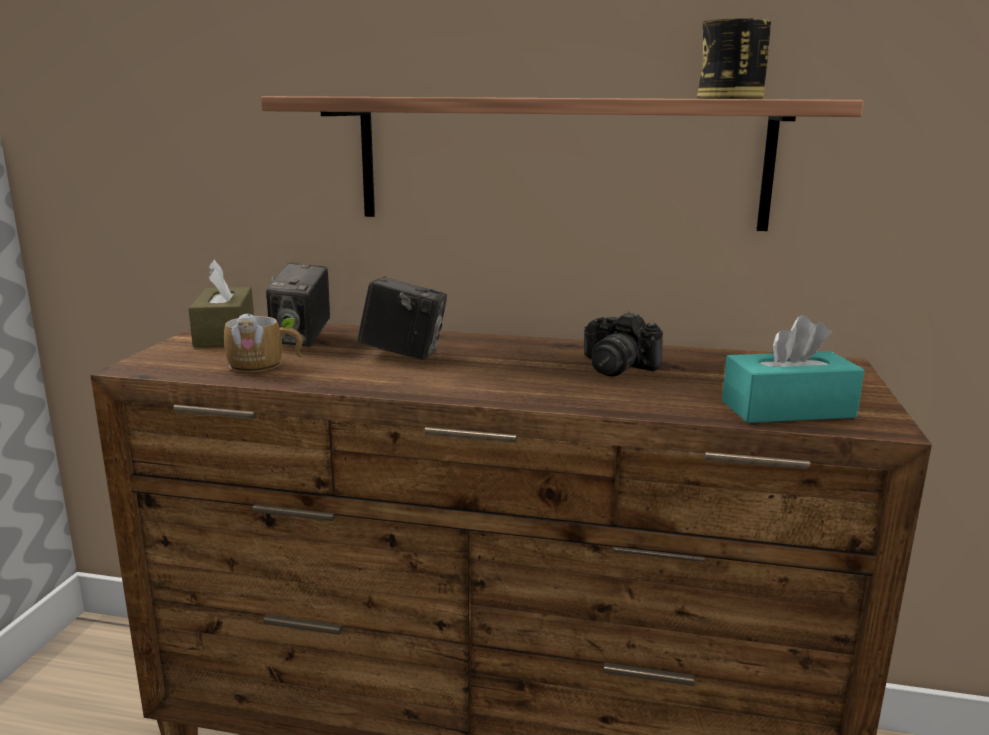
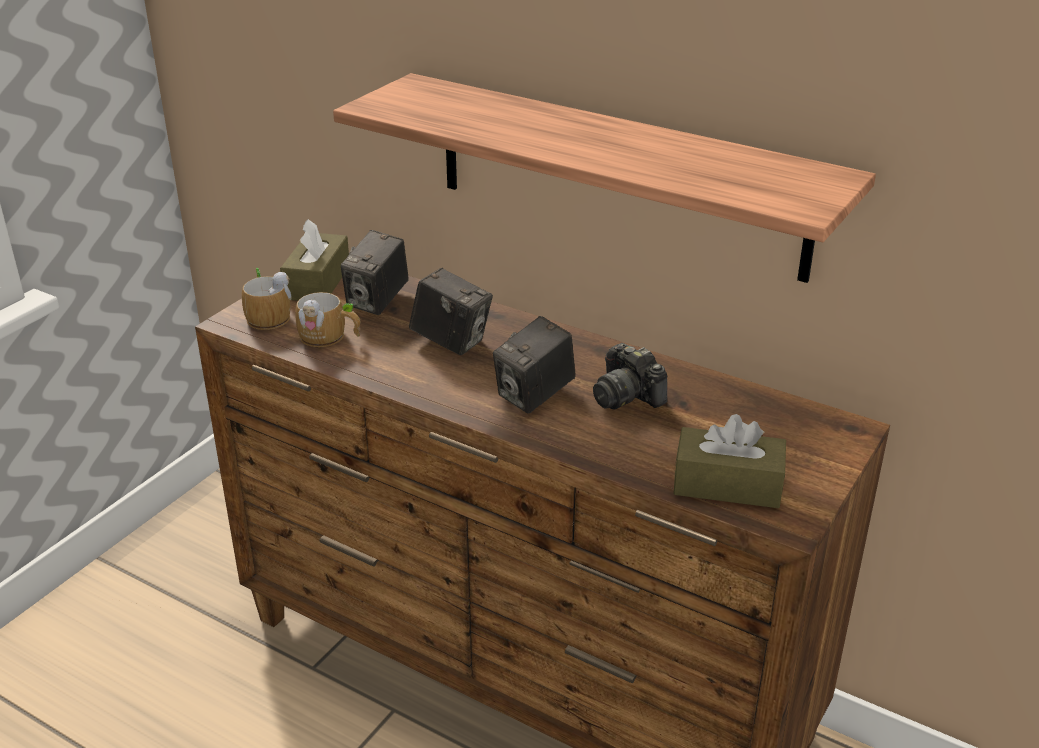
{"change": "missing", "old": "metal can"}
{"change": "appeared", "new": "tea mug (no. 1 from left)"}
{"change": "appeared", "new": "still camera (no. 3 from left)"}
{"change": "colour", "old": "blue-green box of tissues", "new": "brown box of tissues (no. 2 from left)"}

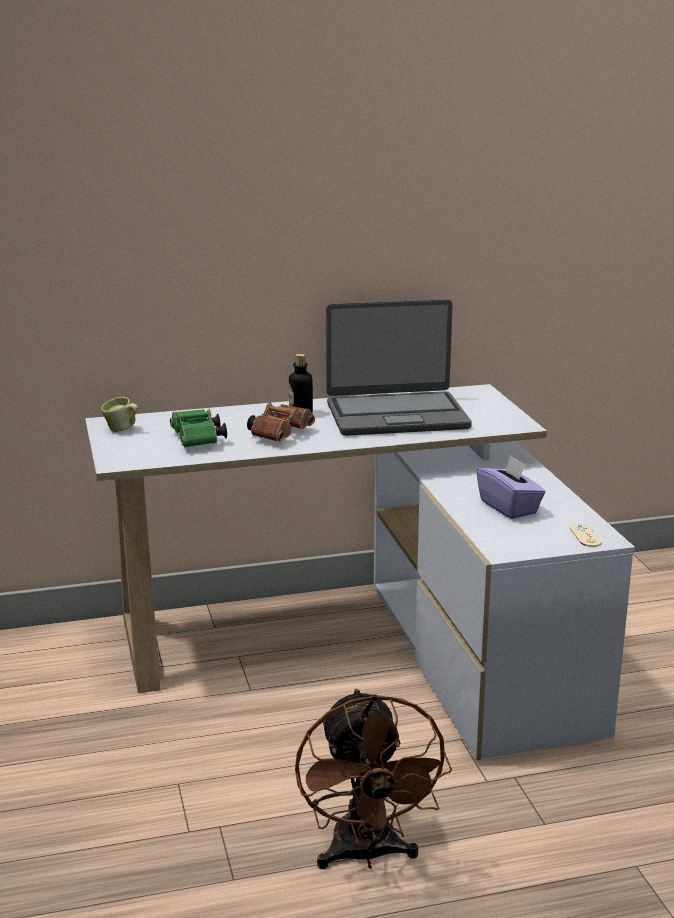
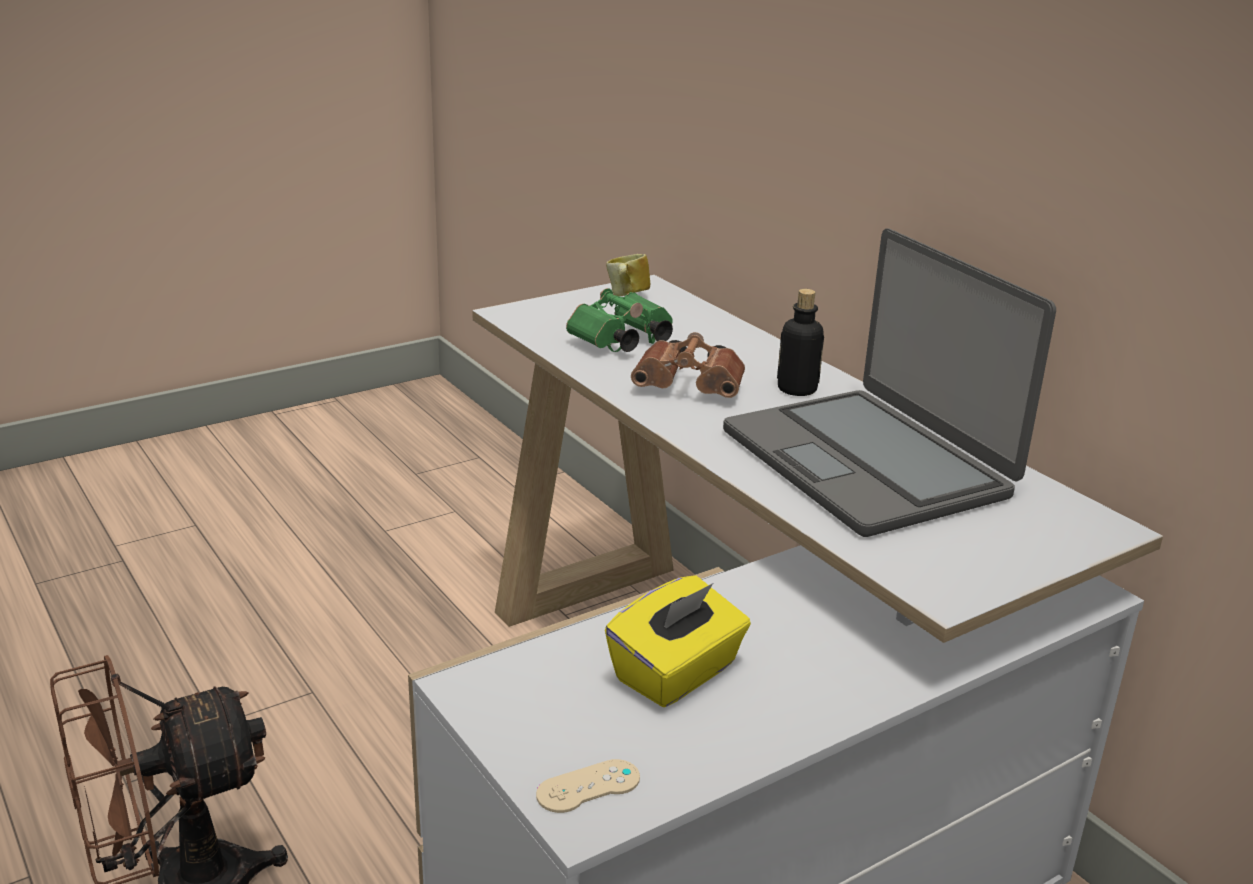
{"change": "colour", "old": "purple box of tissues", "new": "yellow-coloured box of tissues"}

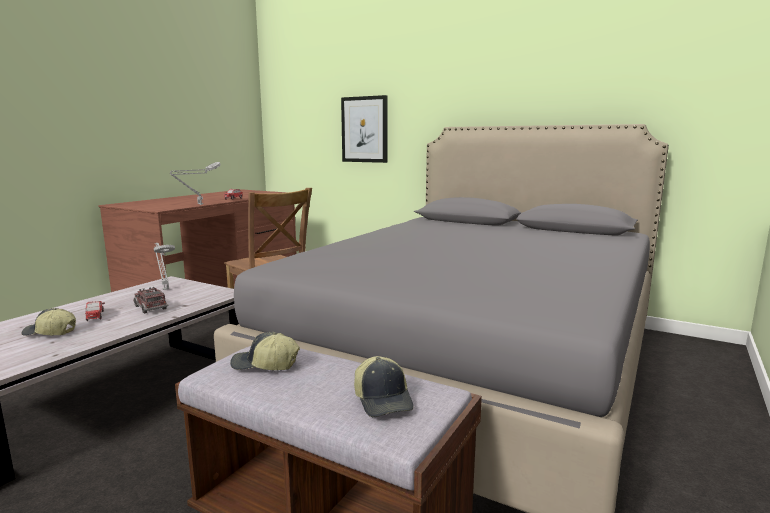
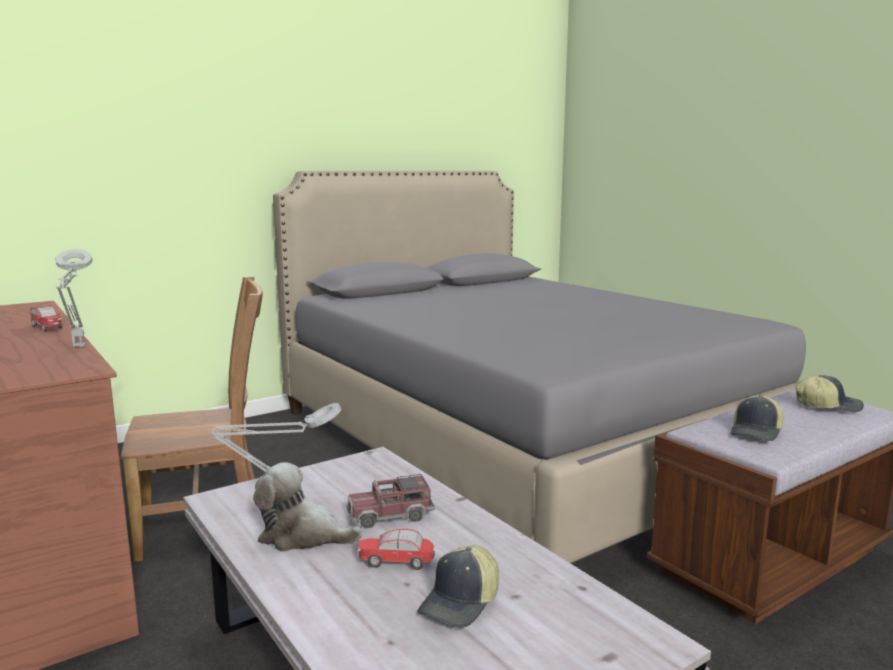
{"change": "missing", "old": "picture"}
{"change": "appeared", "new": "soft toy"}

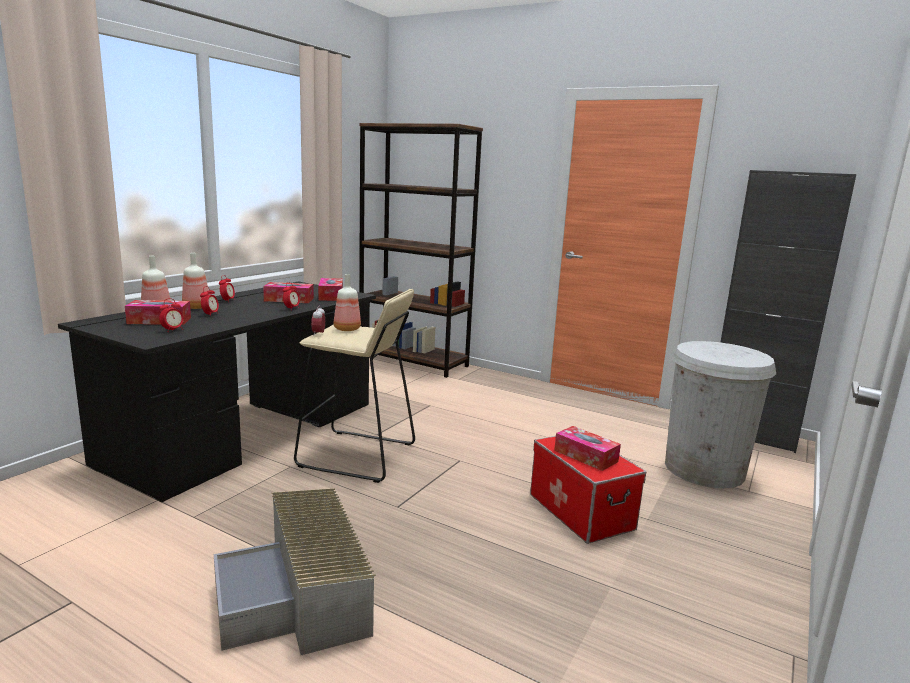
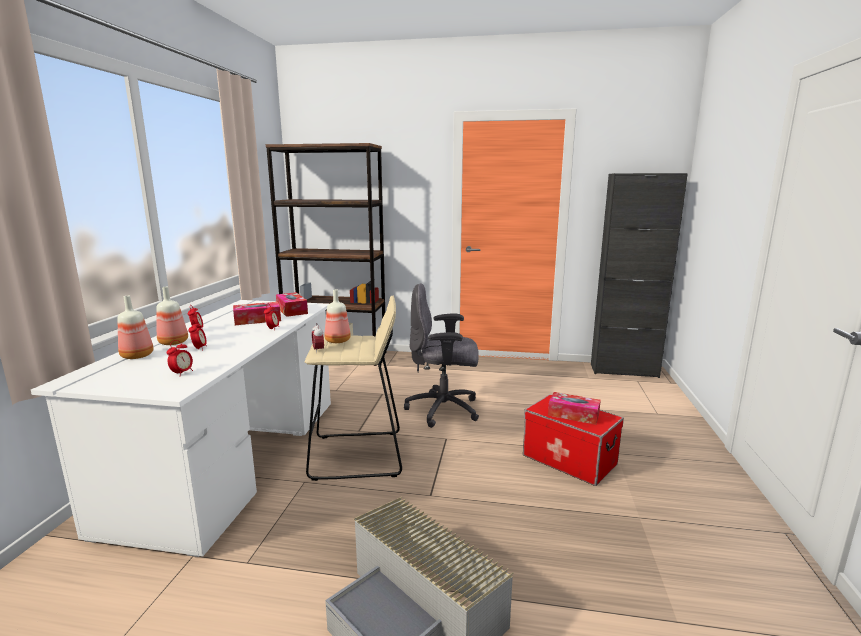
{"change": "missing", "old": "box of tissues (no. 1 from left)"}
{"change": "missing", "old": "white rubbish bin"}
{"change": "appeared", "new": "gray computer chair"}
{"change": "colour", "old": "black desk unit", "new": "white desk unit"}

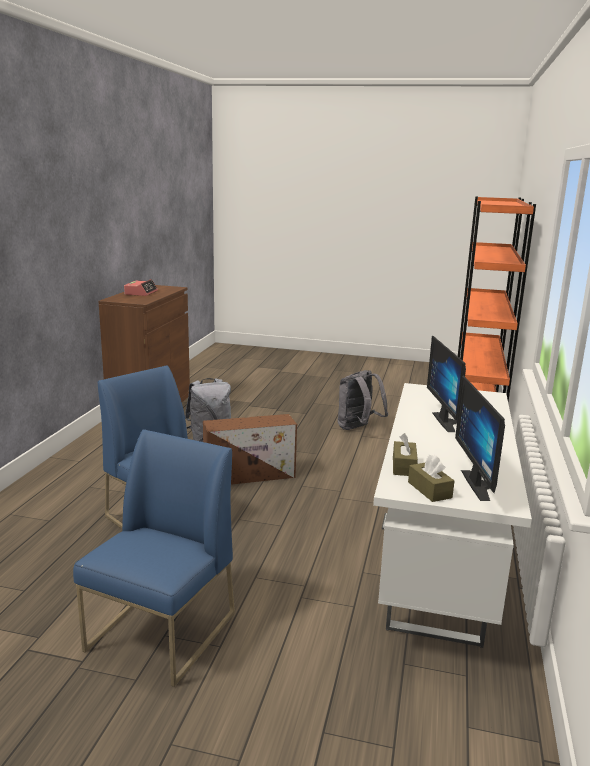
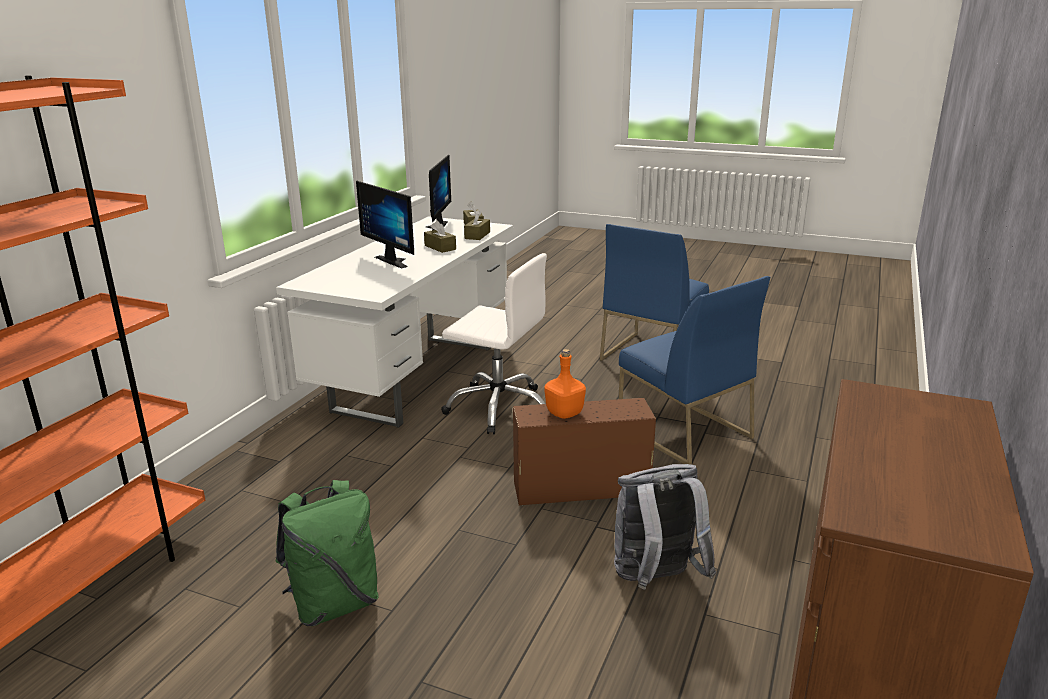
{"change": "missing", "old": "table clock"}
{"change": "appeared", "new": "brown box of tissues (no. 1 from left)"}
{"change": "appeared", "new": "white computer chair"}
{"change": "appeared", "new": "orange drink bottle"}
{"change": "colour", "old": "gray rucksack (no. 2 from left)", "new": "green-coloured rucksack"}
{"change": "spun", "old": "computer screen (no. 1 from left)", "degrees": 135}

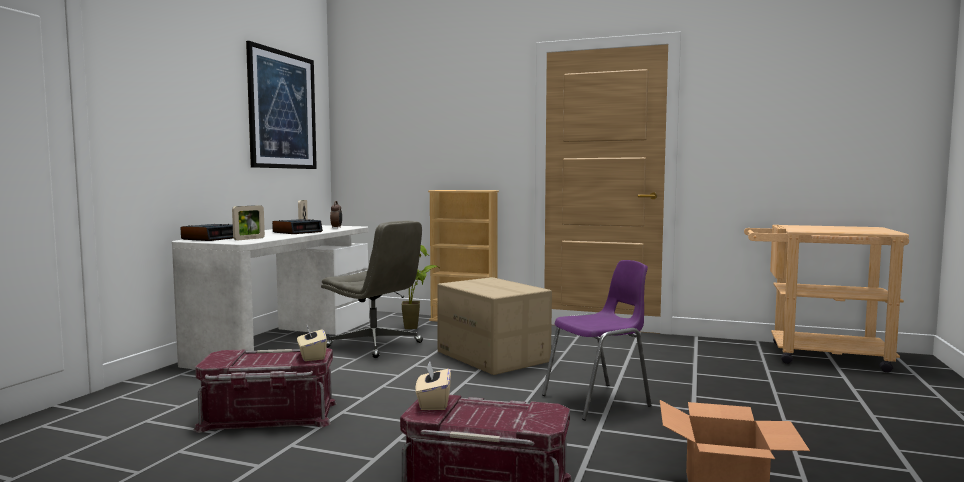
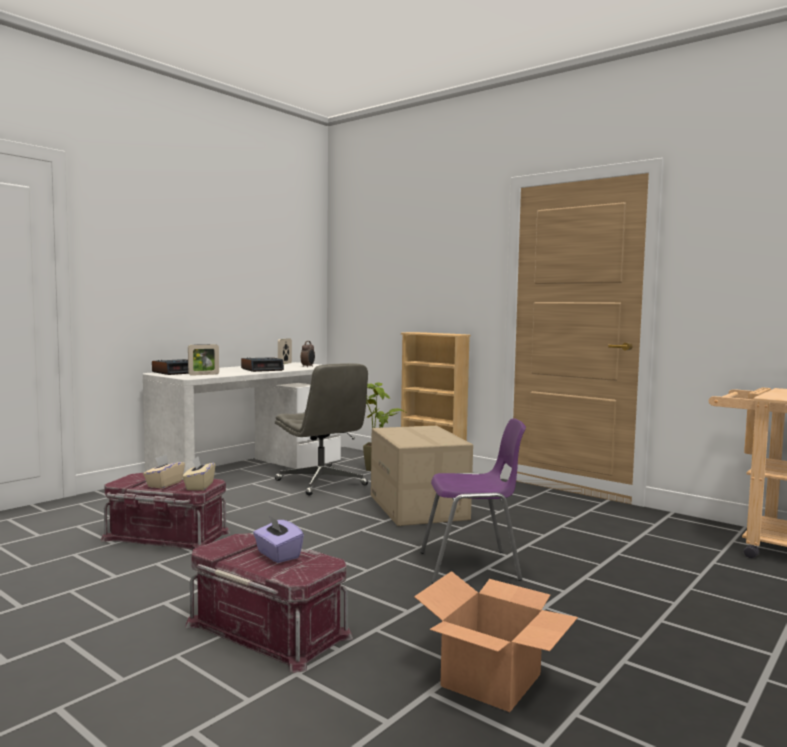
{"change": "missing", "old": "picture"}
{"change": "appeared", "new": "purple box of tissues"}
{"change": "relocated", "old": "beige box of tissues (no. 2 from left in the first image)", "new": "beige box of tissues (no. 1 from left)"}

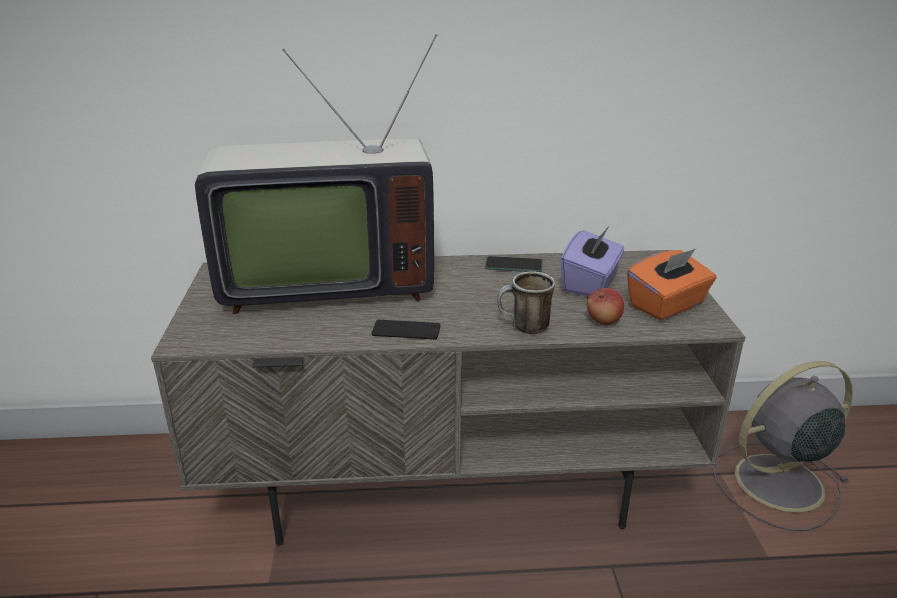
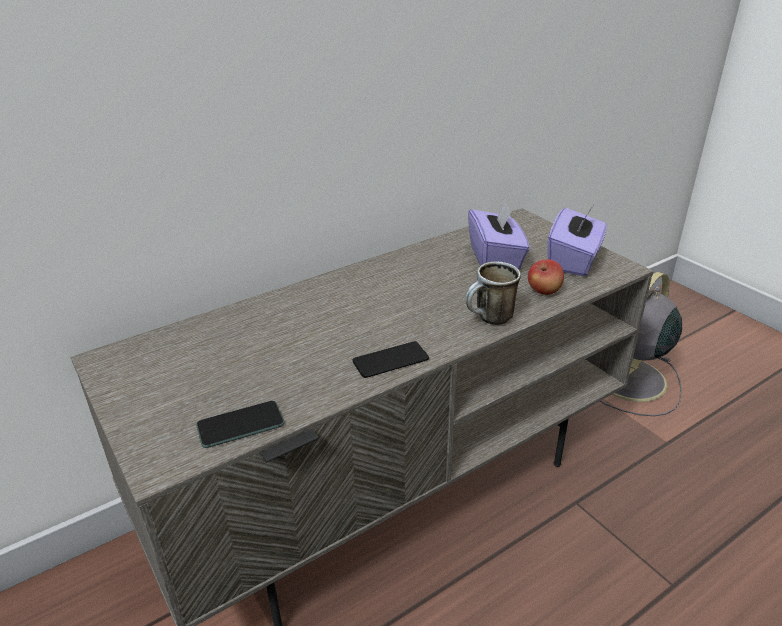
{"change": "missing", "old": "TV"}
{"change": "relocated", "old": "telephone (no. 2 from left in the first image)", "new": "telephone (no. 1 from left)"}
{"change": "colour", "old": "orange box of tissues", "new": "purple box of tissues (no. 2 from left)"}

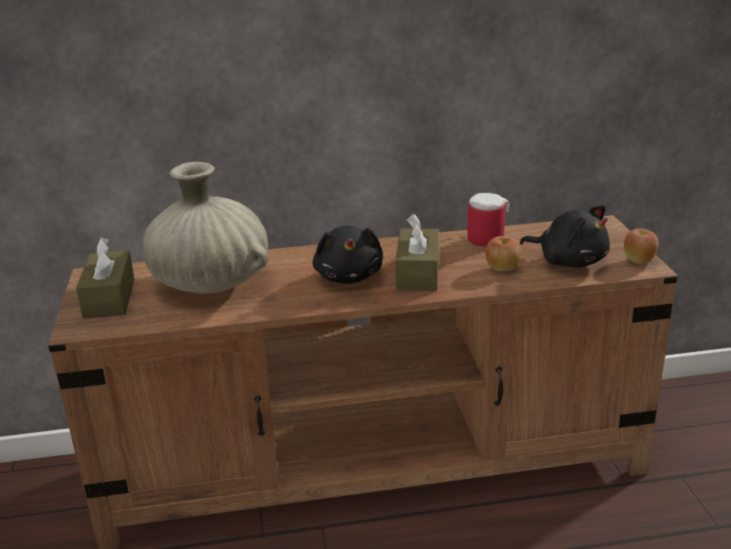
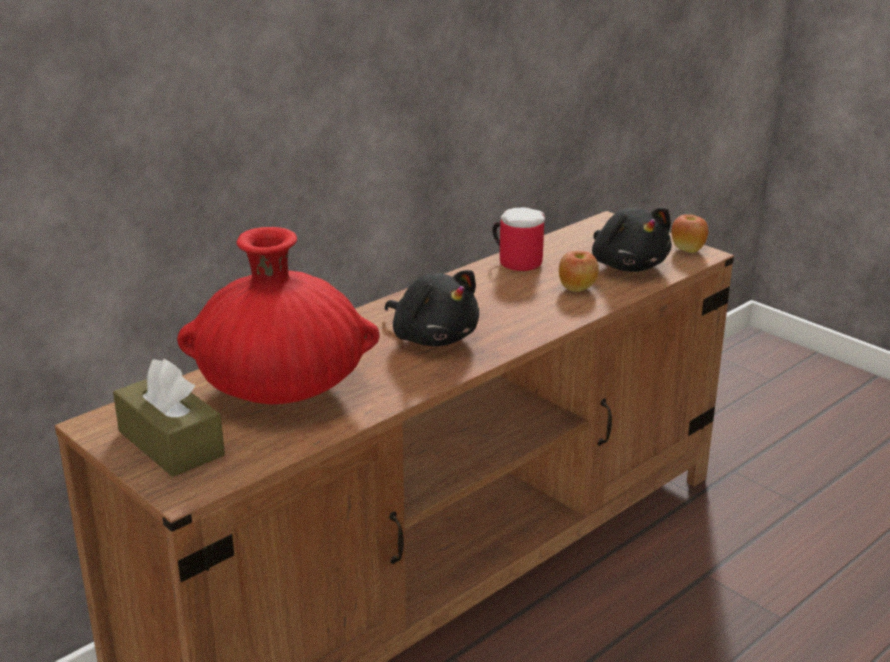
{"change": "missing", "old": "brown box of tissues (no. 2 from left)"}
{"change": "colour", "old": "beige decorative vase", "new": "red-coloured decorative vase"}
{"change": "spun", "old": "black soft toy (no. 2 from left)", "degrees": 60}

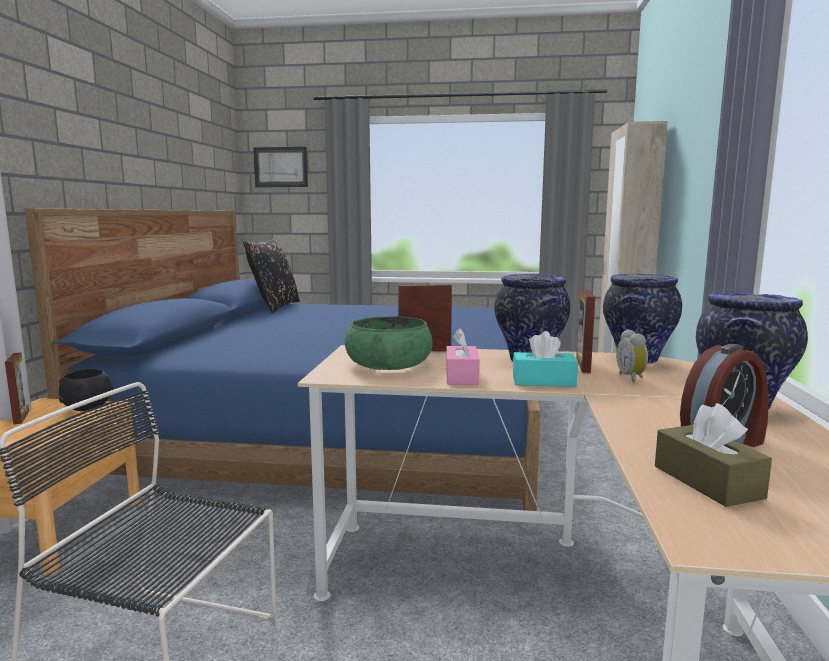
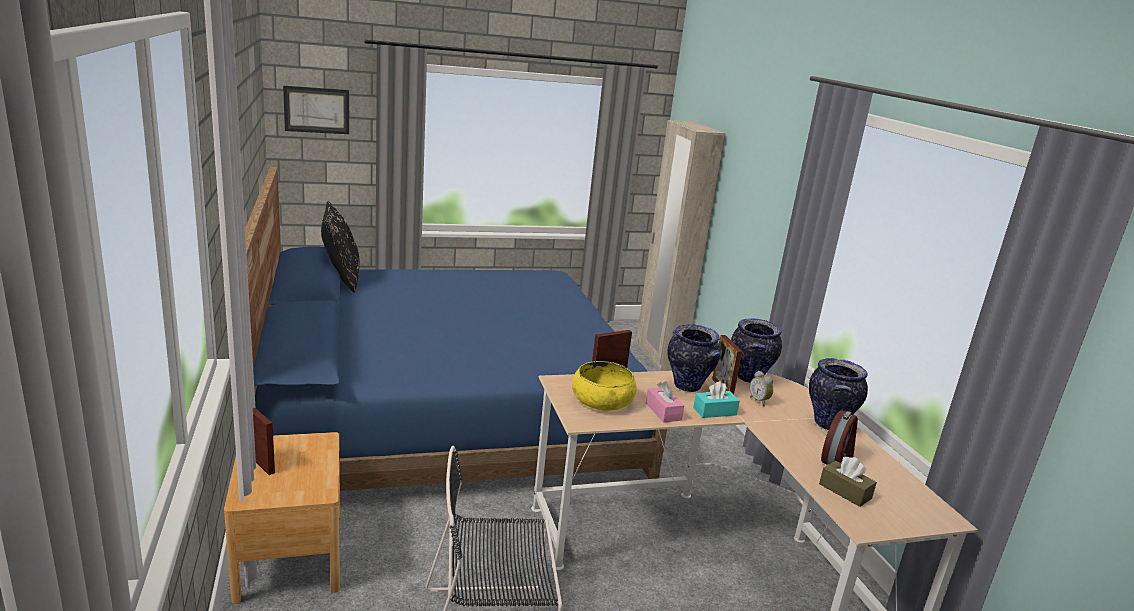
{"change": "missing", "old": "black deep dish"}
{"change": "colour", "old": "green-coloured deep dish", "new": "yellow-coloured deep dish"}

